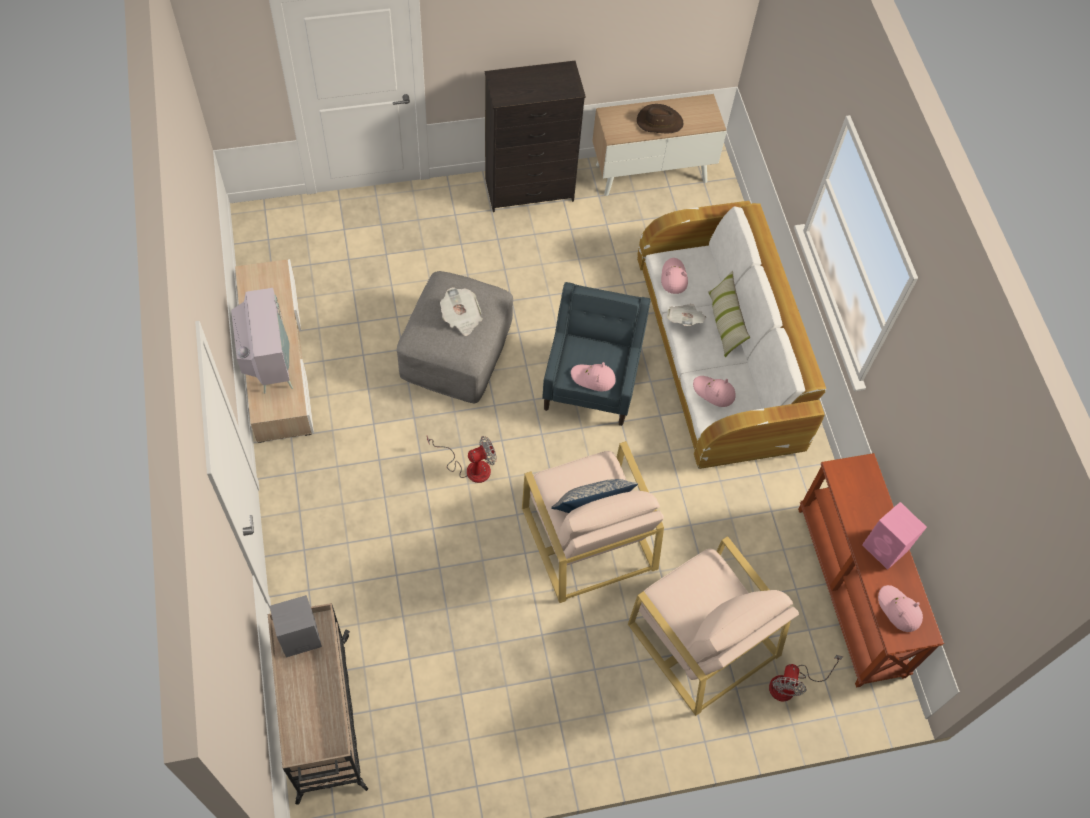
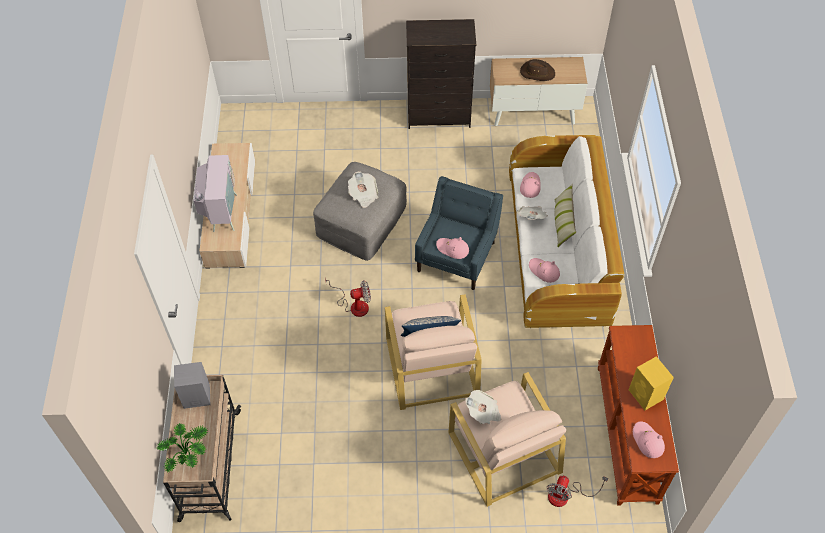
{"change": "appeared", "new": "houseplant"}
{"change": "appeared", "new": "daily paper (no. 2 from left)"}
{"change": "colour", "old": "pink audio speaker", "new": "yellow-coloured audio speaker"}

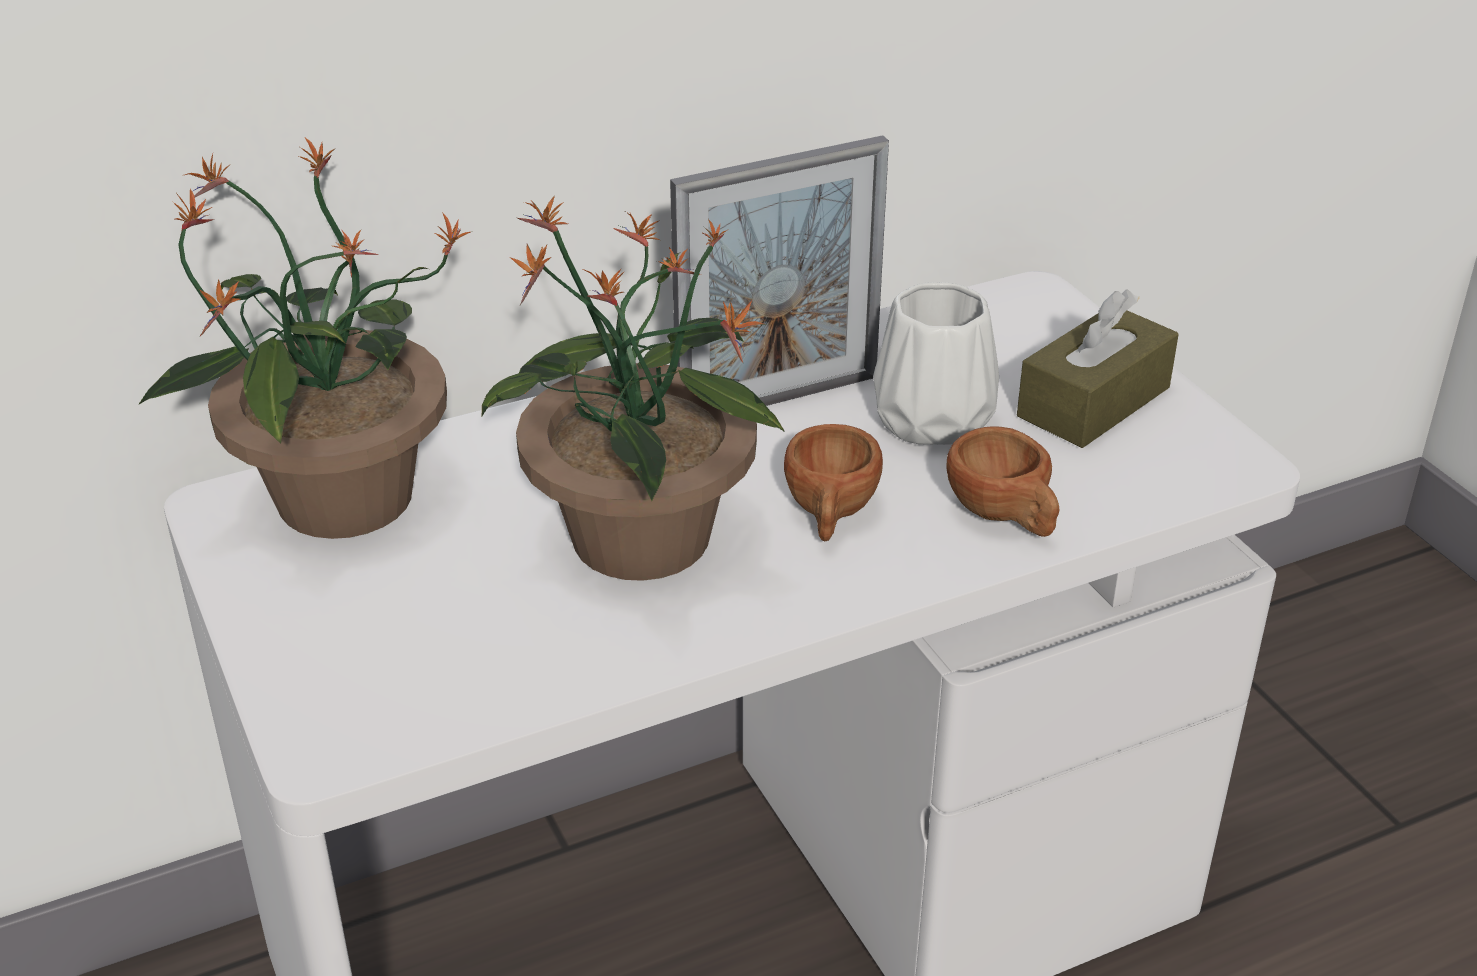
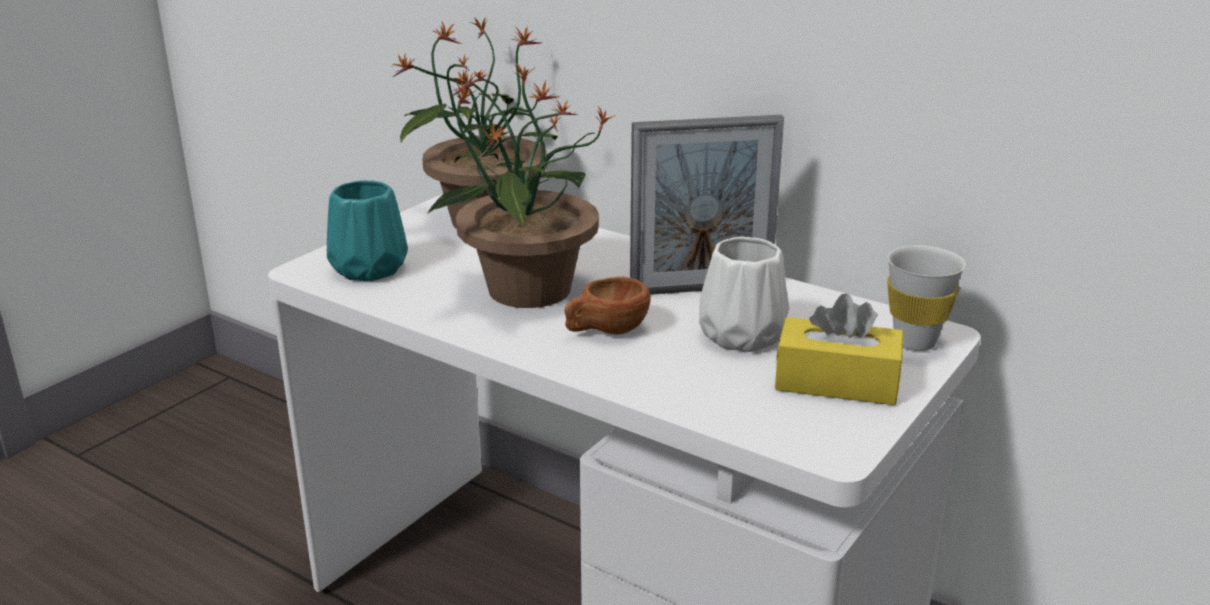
{"change": "missing", "old": "brown drinking cup (no. 2 from left)"}
{"change": "appeared", "new": "blue-green decorative vase"}
{"change": "appeared", "new": "white drinking cup"}
{"change": "colour", "old": "brown box of tissues", "new": "yellow-coloured box of tissues"}
{"change": "spun", "old": "photo frame", "degrees": -45}

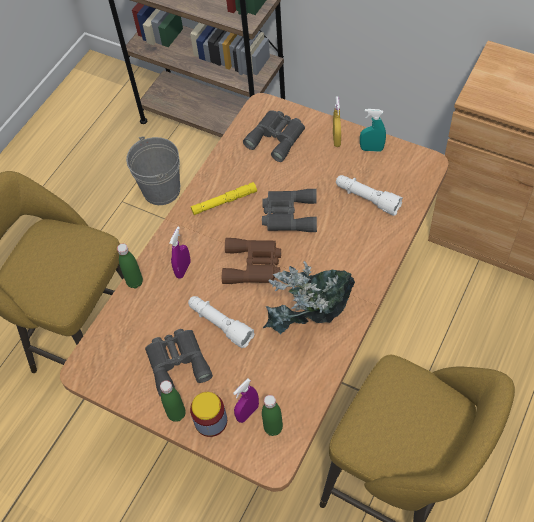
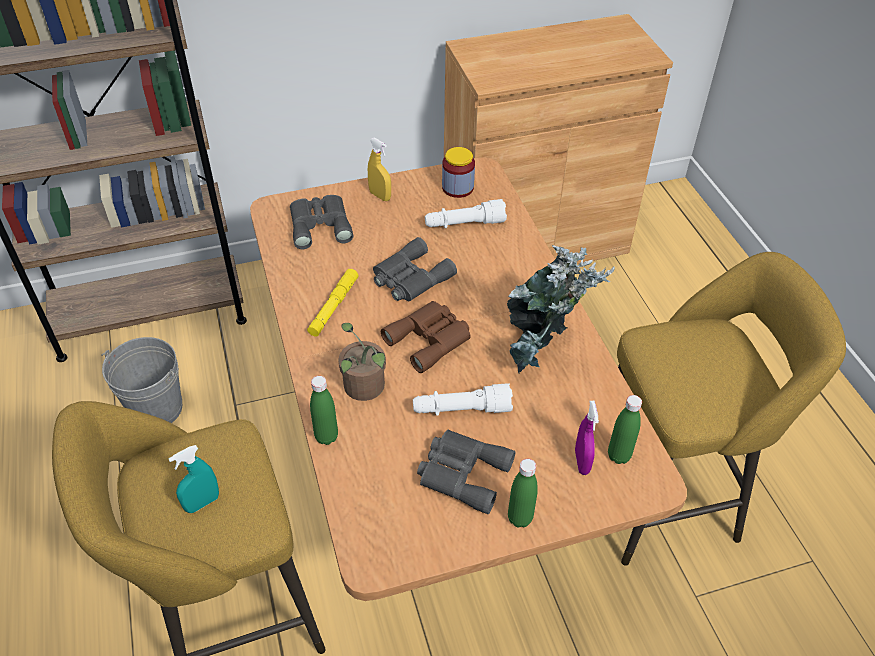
{"change": "relocated", "old": "preserve jar"}
{"change": "relocated", "old": "blue-green hand sprayer"}
{"change": "exchanged", "old": "purple hand sprayer (no. 1 from left)", "new": "houseplant (no. 1 from left)"}

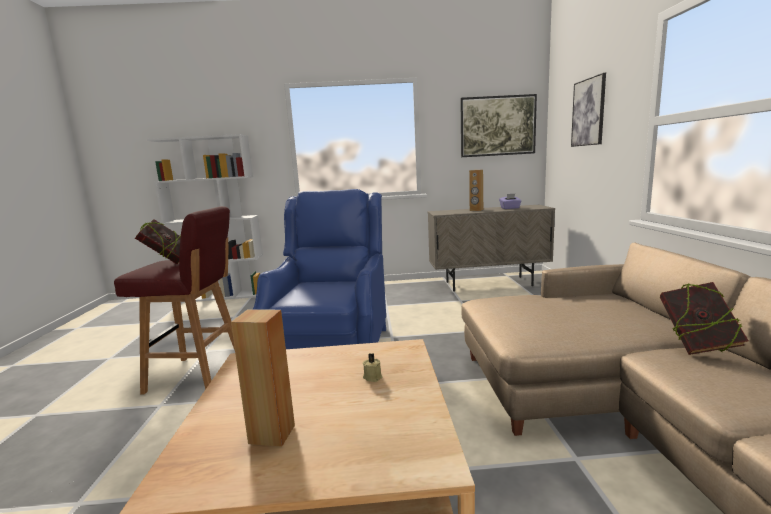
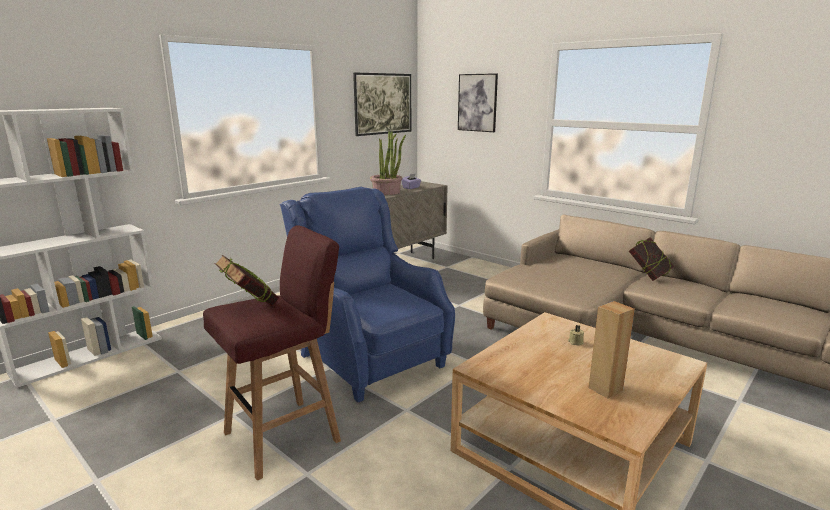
{"change": "exchanged", "old": "brown audio speaker (no. 2 from left)", "new": "houseplant"}

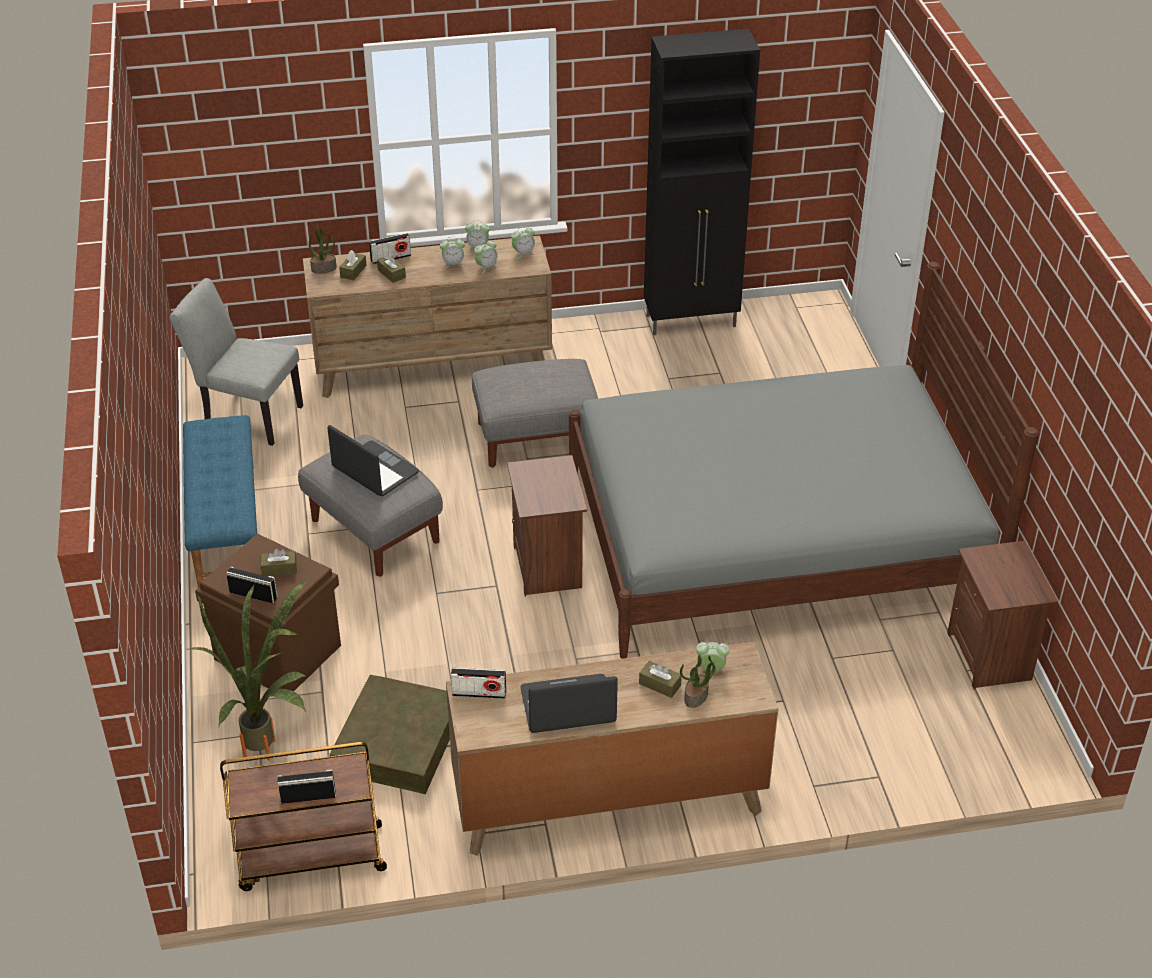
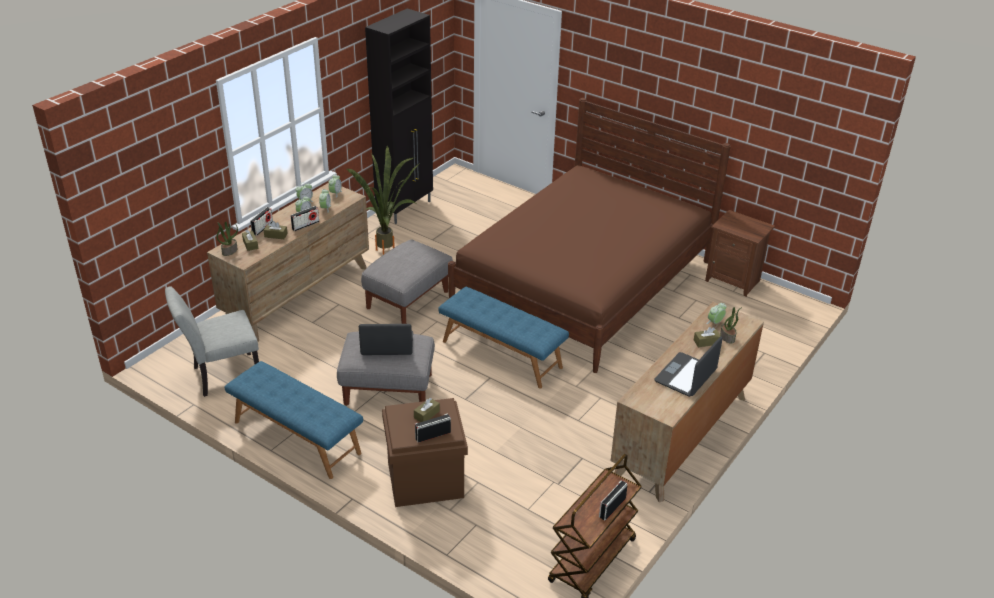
{"change": "missing", "old": "brown storage container (no. 2 from left)"}
{"change": "relocated", "old": "houseplant (no. 1 from left in the first image)", "new": "houseplant (no. 2 from left)"}
{"change": "relocated", "old": "radio set (no. 4 from left in the first image)", "new": "radio set (no. 2 from left)"}
{"change": "exchanged", "old": "brown night table (no. 1 from left)", "new": "blue bench (no. 2 from left)"}
{"change": "colour", "old": "gray bedroom bed", "new": "brown bedroom bed"}

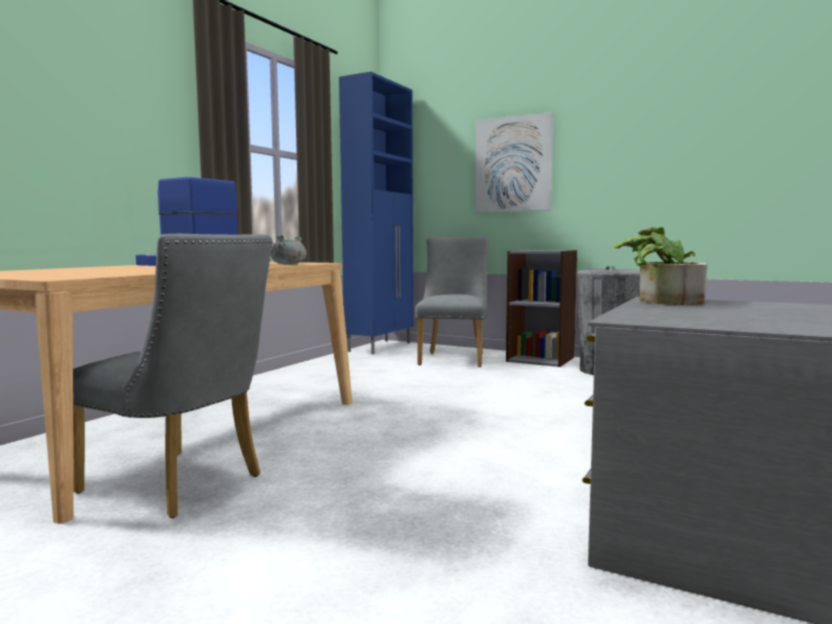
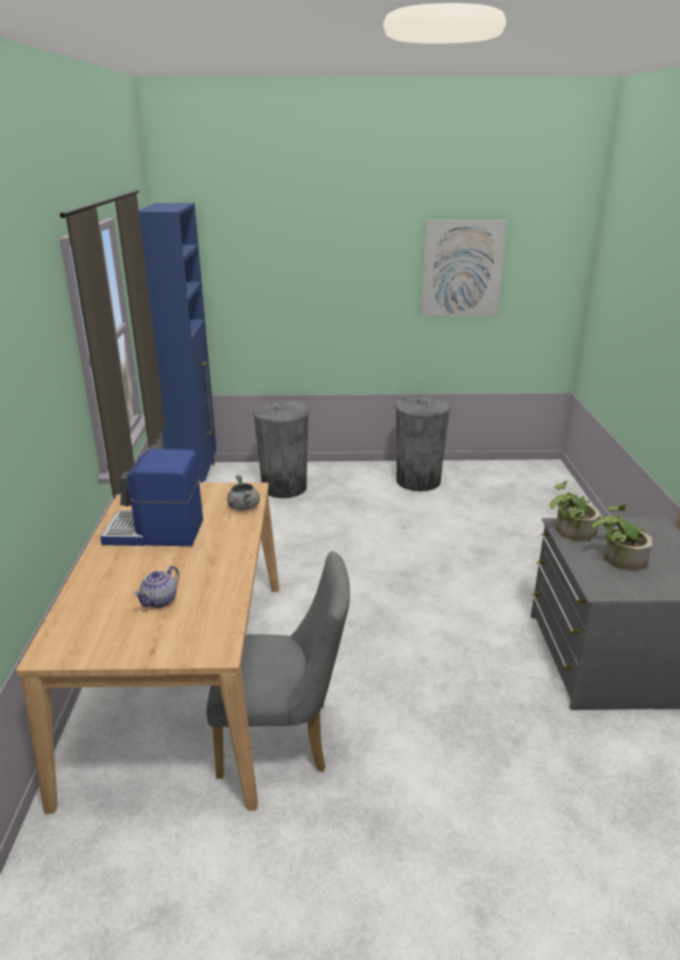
{"change": "missing", "old": "gray shelving unit"}
{"change": "appeared", "new": "pot for tea"}
{"change": "appeared", "new": "houseplant (no. 2 from left)"}
{"change": "relocated", "old": "picture"}
{"change": "exchanged", "old": "gray upright chair (no. 2 from left)", "new": "gray rubbish bin (no. 1 from left)"}

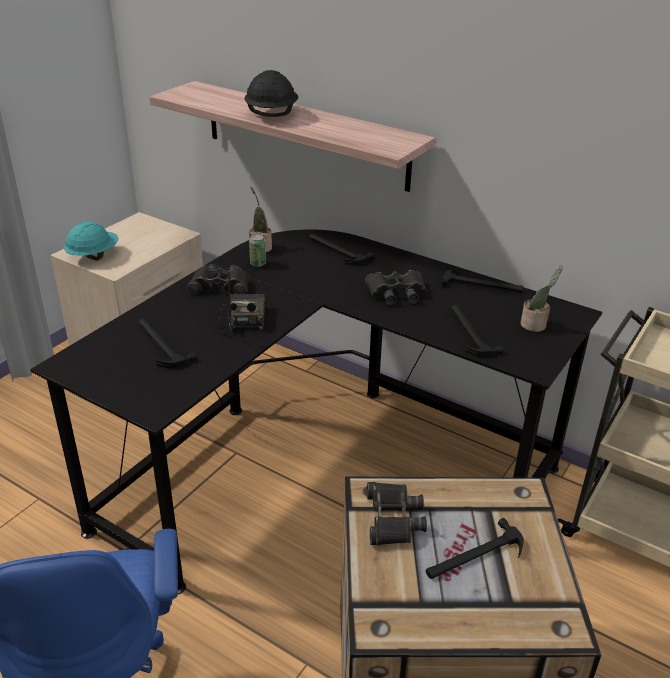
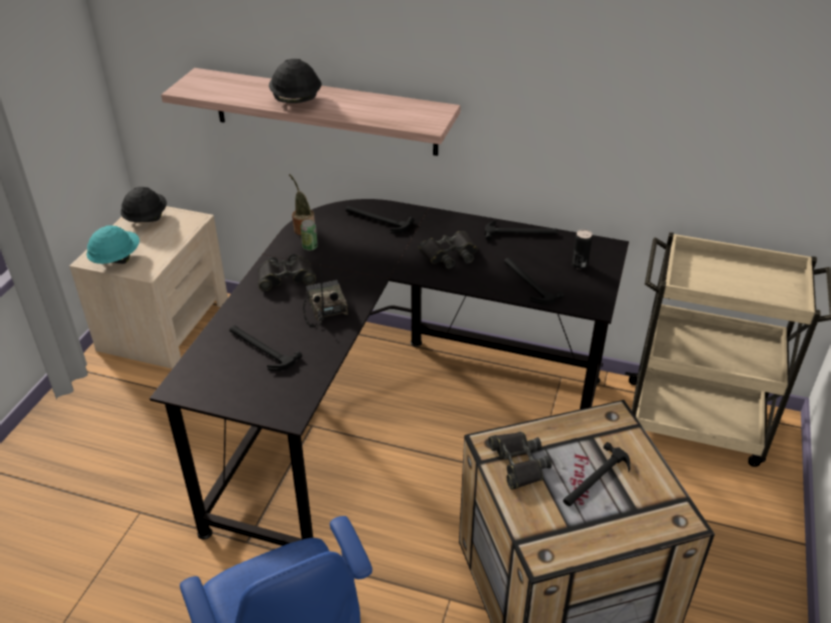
{"change": "appeared", "new": "black hard hat (no. 1 from left)"}
{"change": "exchanged", "old": "houseplant (no. 2 from left)", "new": "metal can (no. 2 from left)"}

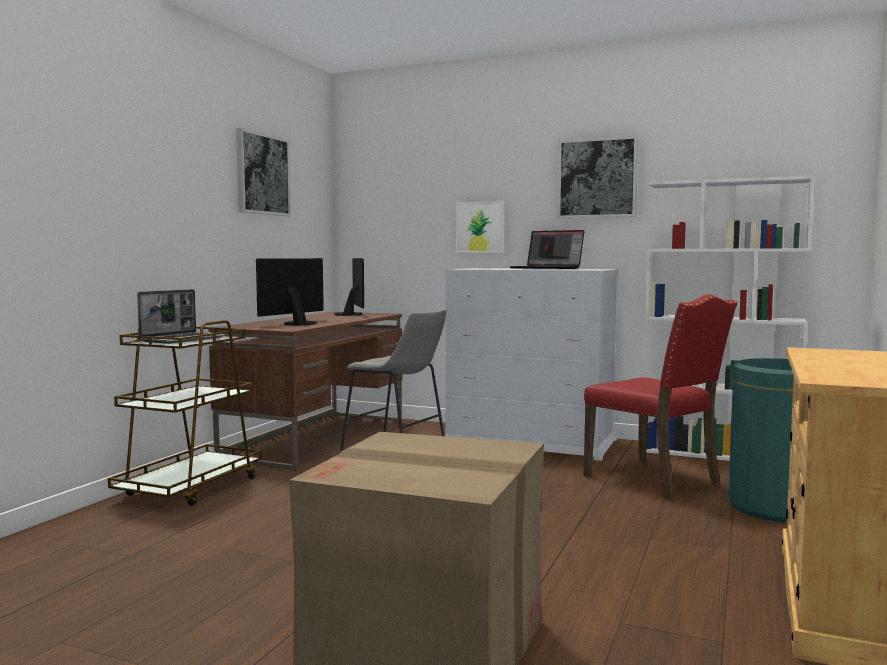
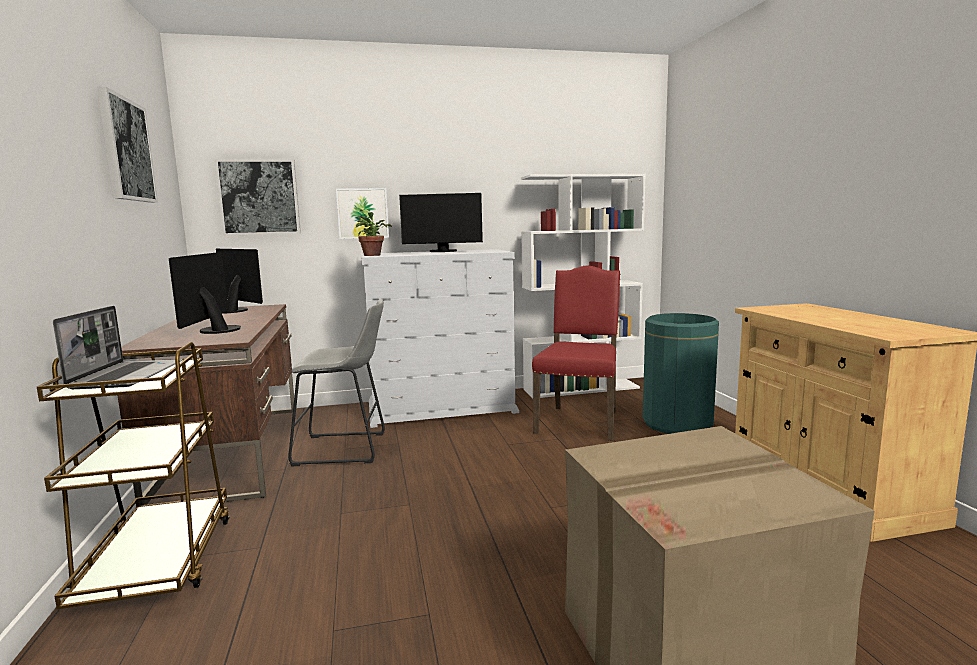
{"change": "appeared", "new": "houseplant"}
{"change": "relocated", "old": "picture (no. 3 from left in the first image)", "new": "picture (no. 2 from left)"}
{"change": "exchanged", "old": "notebook computer (no. 2 from left)", "new": "computer screen (no. 3 from left)"}
{"change": "spun", "old": "red-coloured upright chair", "degrees": -90}

